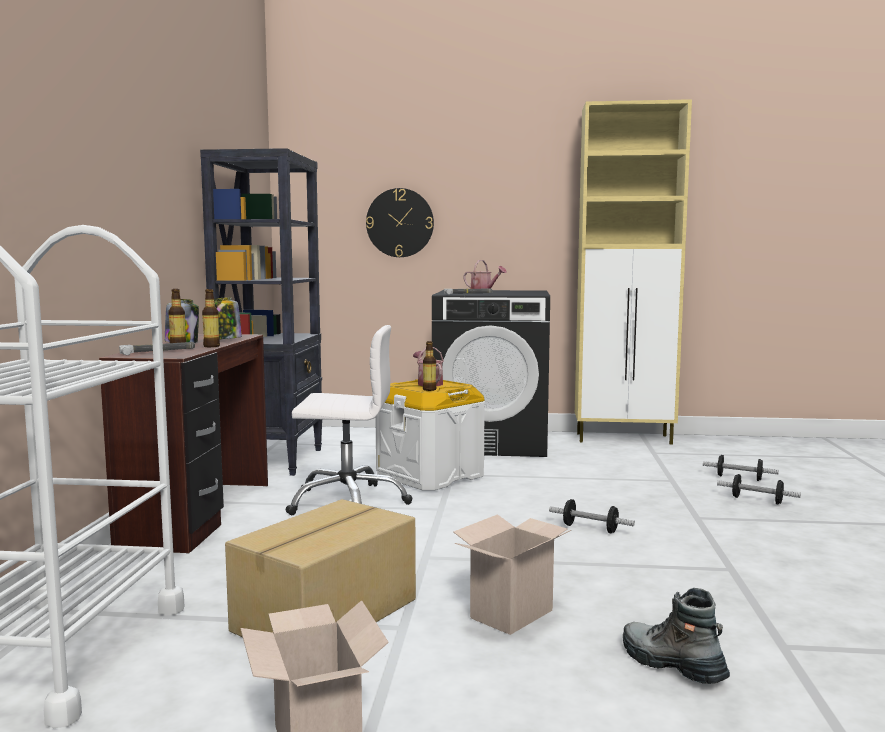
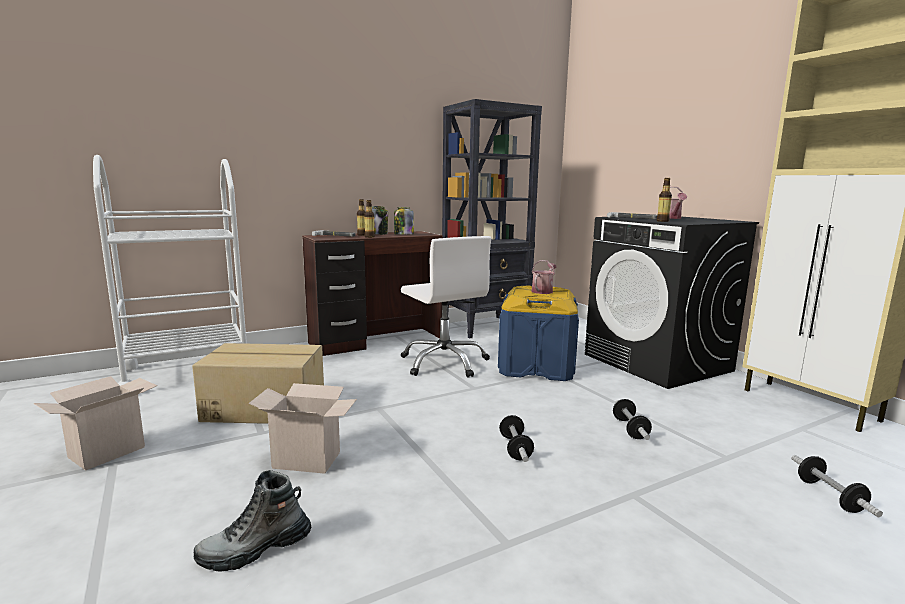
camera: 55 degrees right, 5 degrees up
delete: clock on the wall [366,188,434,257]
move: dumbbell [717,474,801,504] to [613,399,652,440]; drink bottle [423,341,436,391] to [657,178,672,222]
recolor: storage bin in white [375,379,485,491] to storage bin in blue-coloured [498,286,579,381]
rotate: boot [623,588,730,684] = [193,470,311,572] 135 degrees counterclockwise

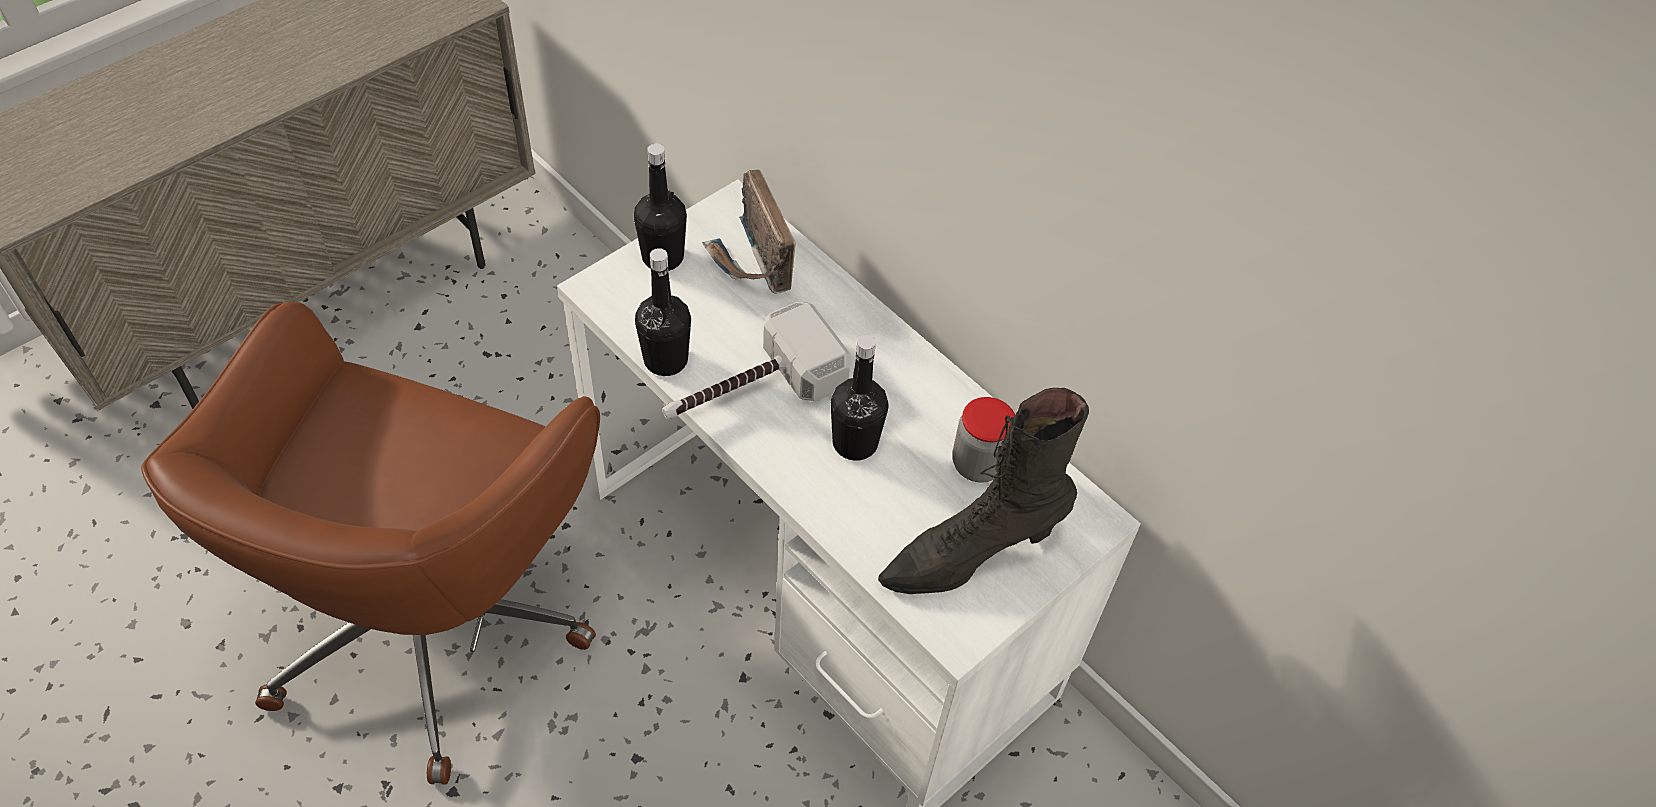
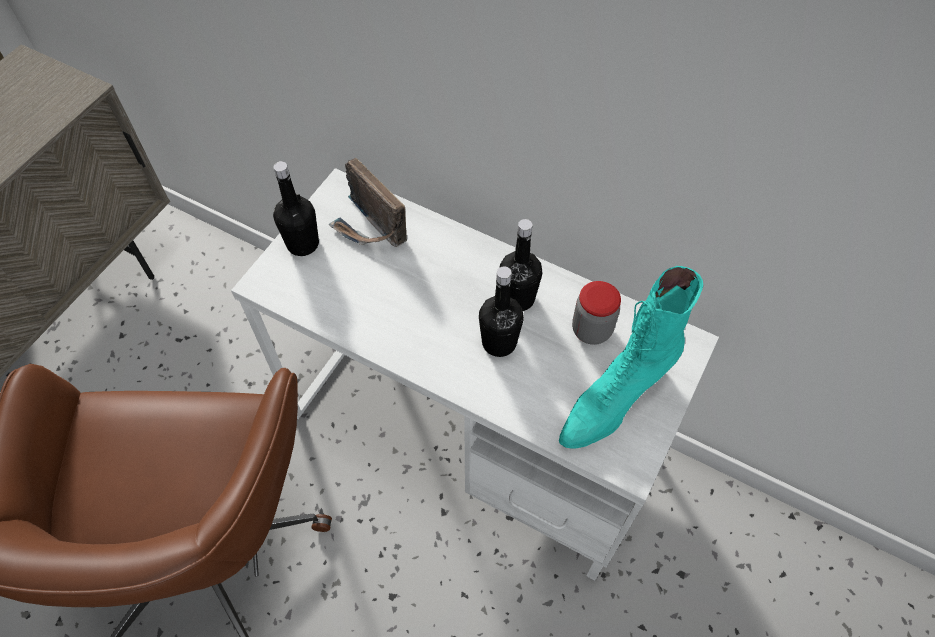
camera: 15 degrees left, 5 degrees up
delete: tool hammer [662,302,851,419]
move: drink bottle in blackish [635,248,691,376] to [499,219,542,311]
recolor: boot in blackish [878,388,1089,594] to boot in turquoise-coloured [559,266,703,449]

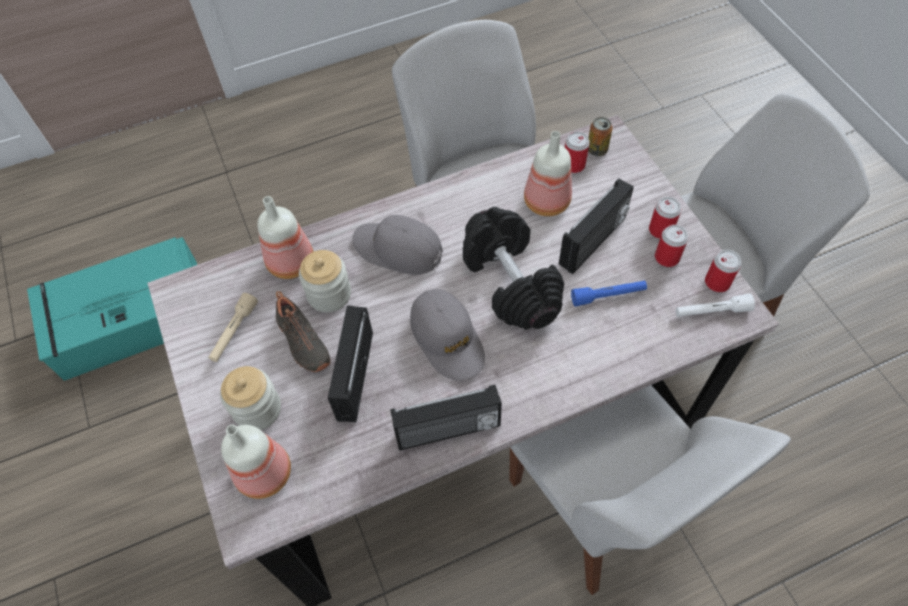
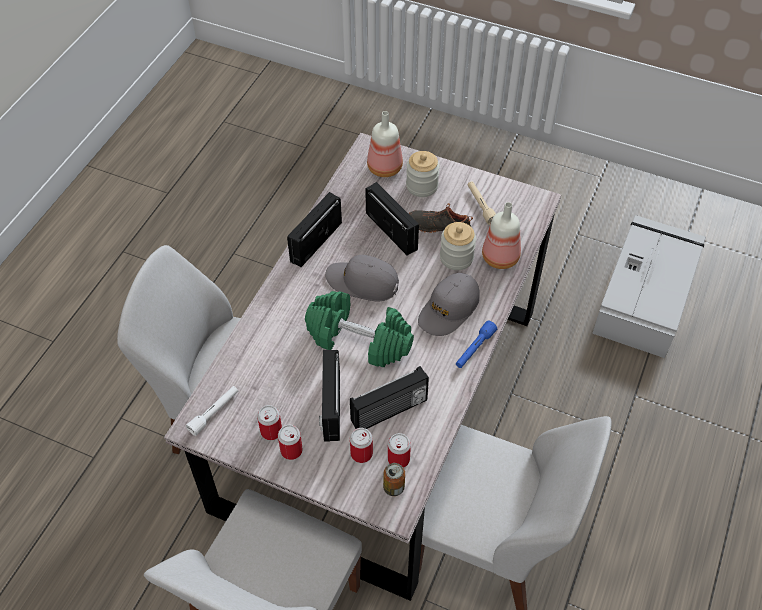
camera: 135 degrees right, 5 degrees down
move: can [705,250,741,292] to [350,428,373,463]; flashlight in blue-coloured [571,281,647,307] to [456,320,497,368]
replace: drink bottle [524,131,572,216] to radio [350,366,429,429]
recolor: dumbbell in blackish [463,207,564,330] to dumbbell in green-coloured [305,291,414,367]; storage bin in turquoise-coloured [27,237,197,381] to storage bin in greyish [592,215,706,358]
rotate: baseball cap in greyish [352,215,443,275] = [418,273,480,336] 150 degrees clockwise

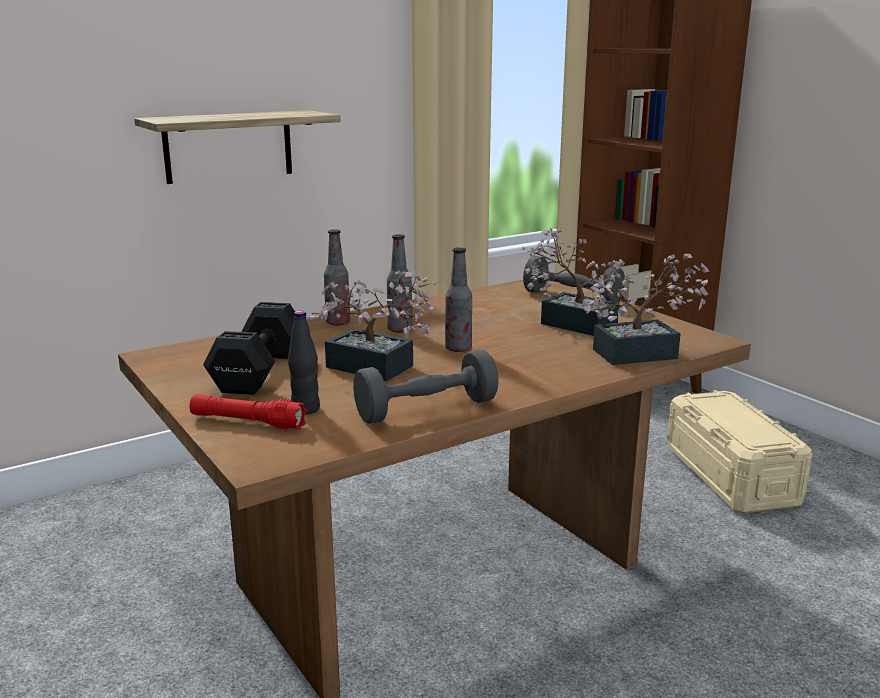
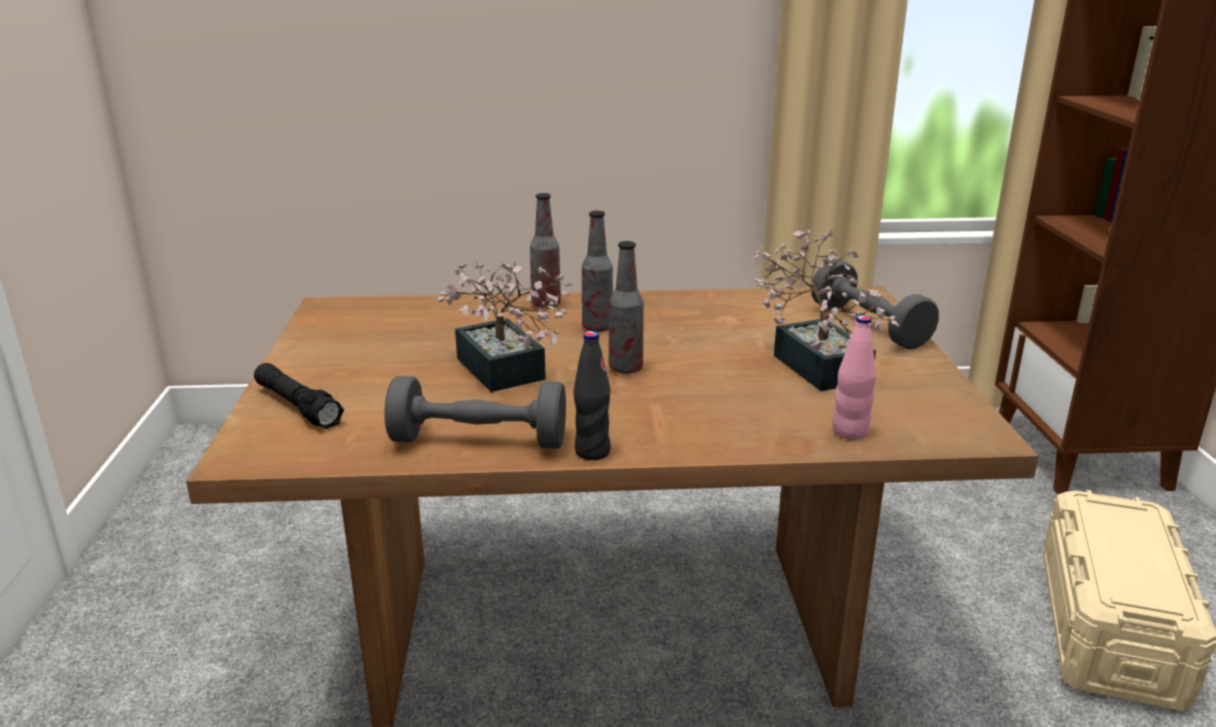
camera: 30 degrees right, 5 degrees up
delete: shelf [134,110,341,184]; dumbbell in blackish [203,302,295,395]
move: drink bottle in blackish [288,311,320,414] to [574,331,611,460]
replace: houseplant [584,254,709,365] to drink bottle in pink-coloured [833,315,876,440]
recolor: flashlight in red-coloured [189,394,307,430] to flashlight in blackish [254,363,344,429]

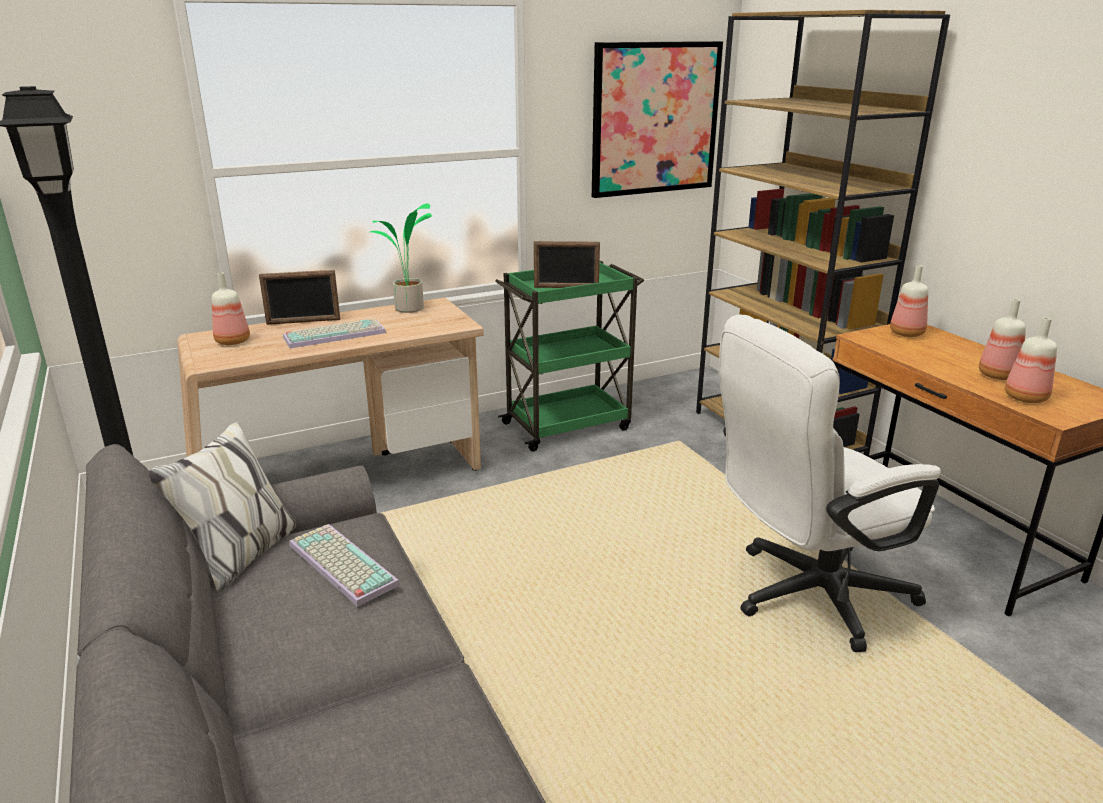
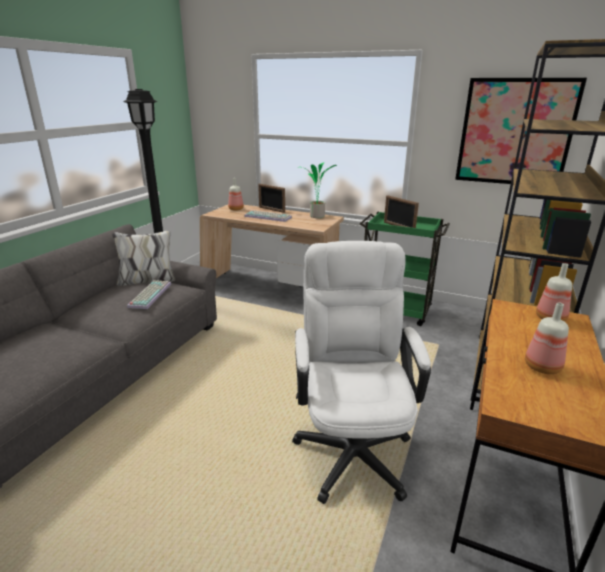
camera: 50 degrees right, 0 degrees up
delete: drink bottle [1005,317,1057,403]
rotate: computer chair in white [718,315,941,652] = [292,241,431,504] 60 degrees clockwise

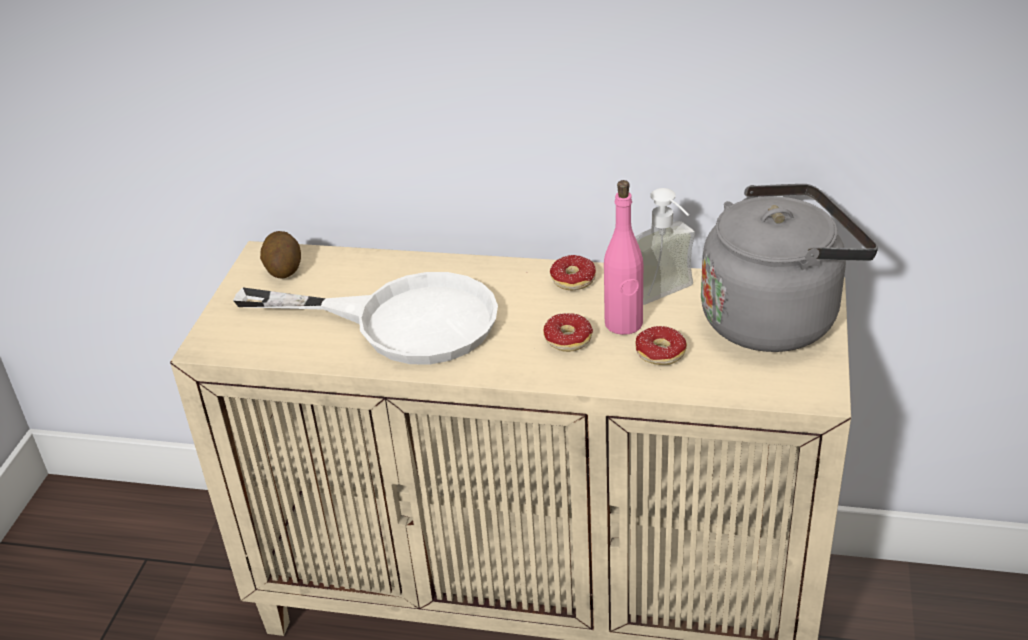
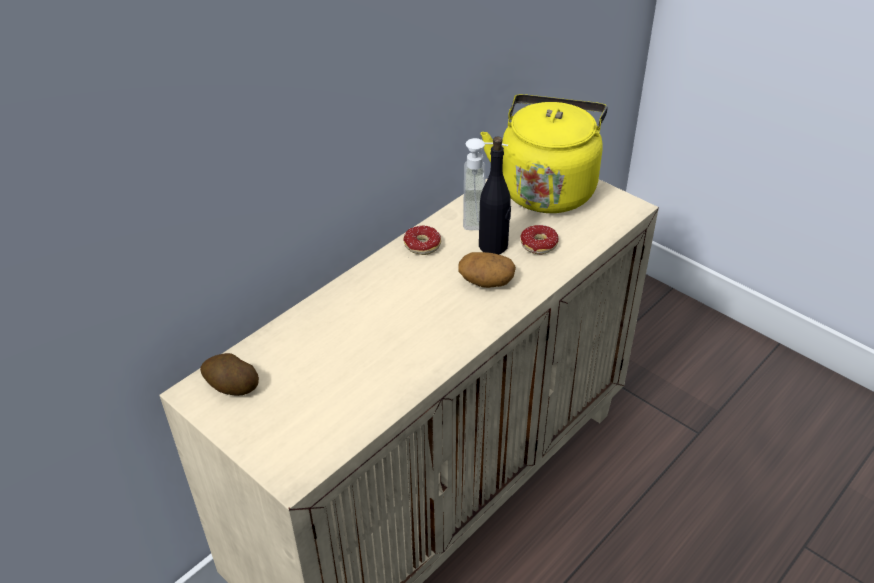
camera: 60 degrees left, 5 degrees up
delete: skillet in white [233,272,498,364]
replace: ring doughnut [543,313,593,352] to spud [458,252,516,288]
recolor: drink bottle in pink-coloured [604,180,643,335] to drink bottle in blackish [479,136,511,254]; water kettle in greyish [701,184,878,352] to water kettle in yellow-coloured [481,94,607,213]

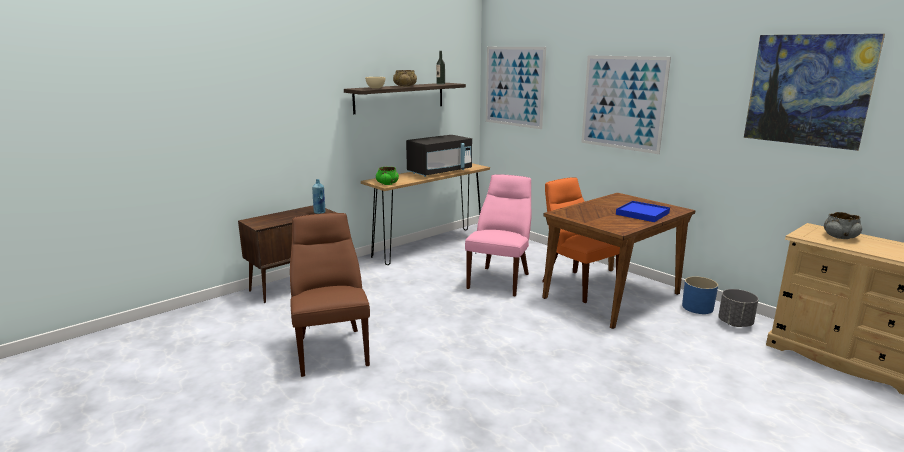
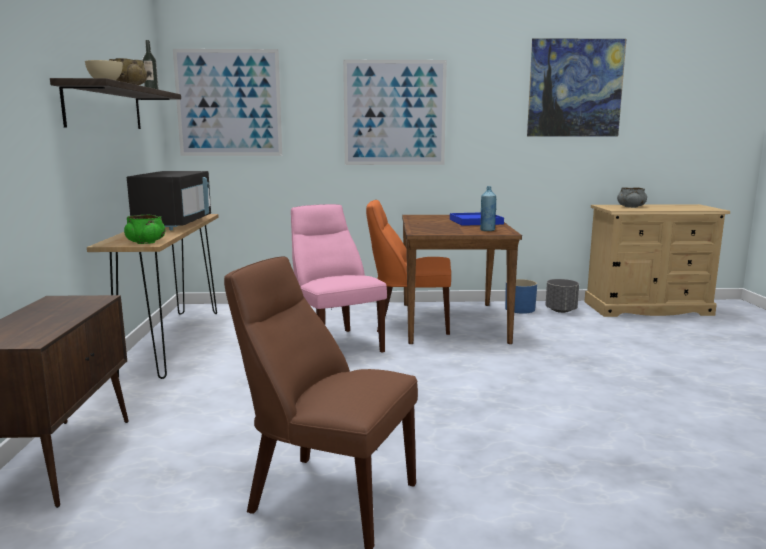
camera: 50 degrees left, 5 degrees down
move: drink bottle in blue-coloured [312,179,325,214] to [480,186,496,231]

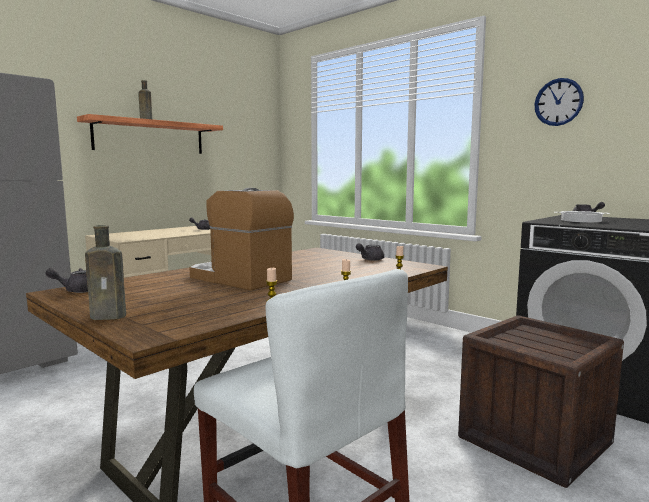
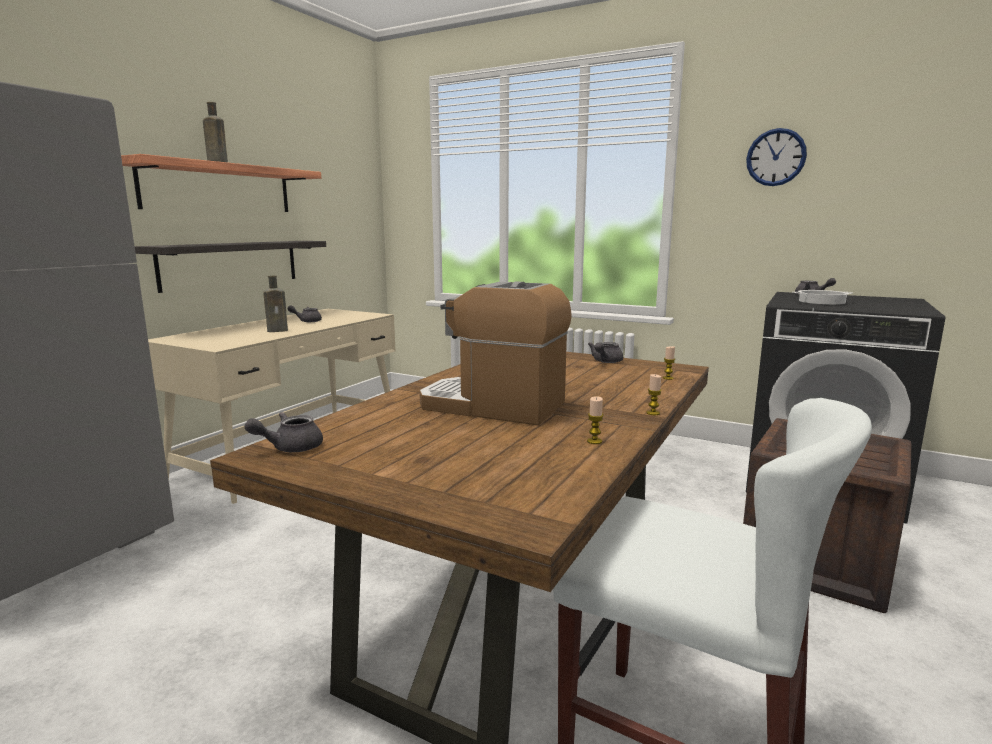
camera: 15 degrees left, 5 degrees up
insert: shelf [135,241,326,293]
move: drink bottle in brown [85,225,126,320] to [263,275,288,332]

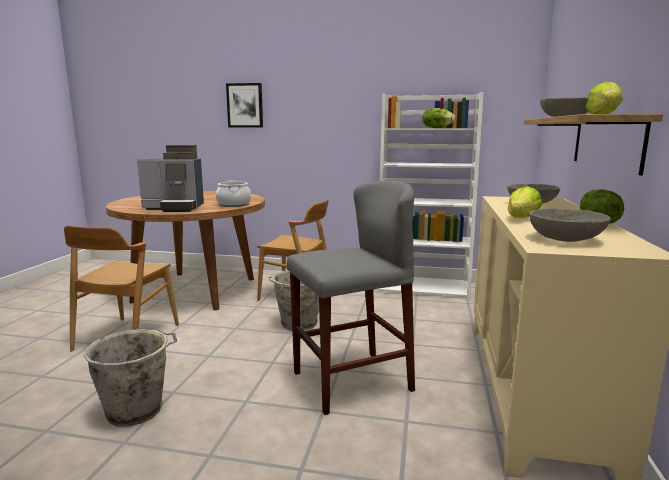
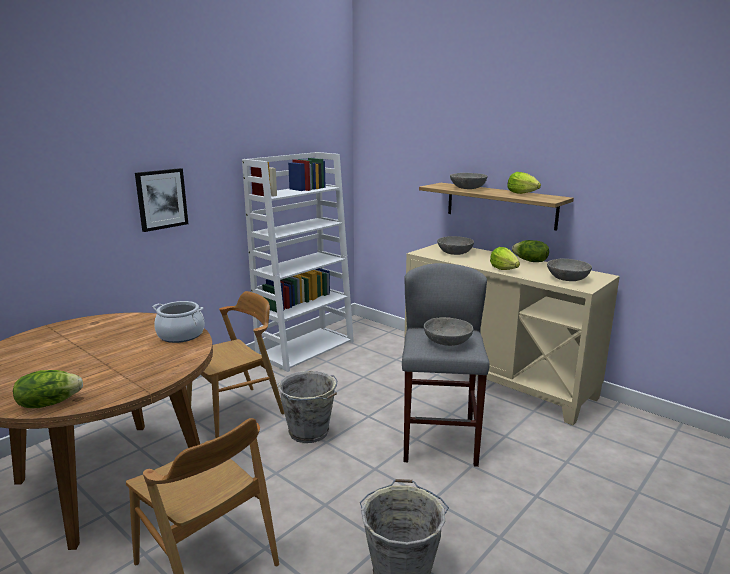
camera: 60 degrees left, 5 degrees up
delete: coffee machine [137,145,204,212]
insert: deep dish in greyish [424,317,473,346]
move: lettuce head [422,108,455,128] to [13,370,83,408]; picture [226,83,263,128] to [135,168,188,232]

